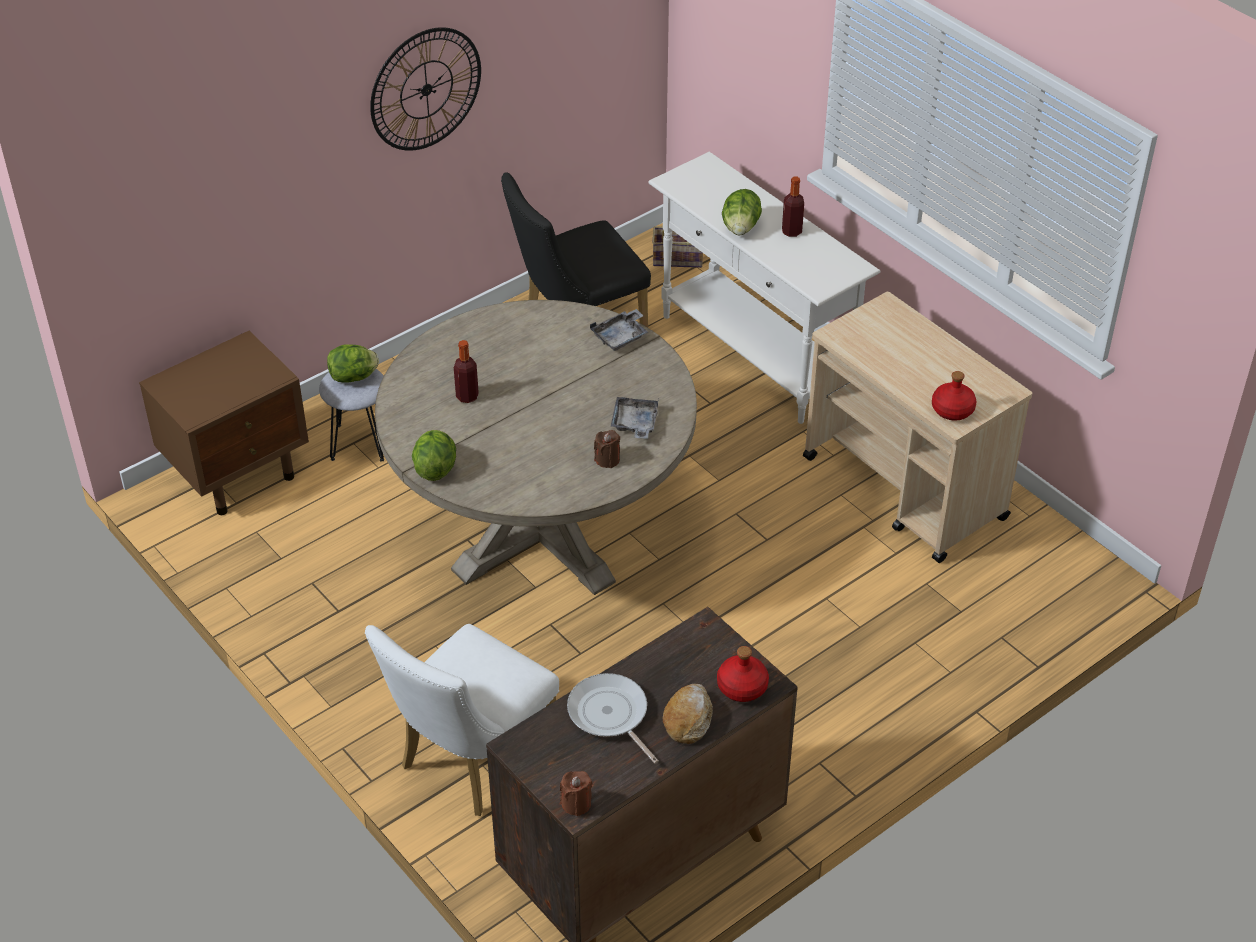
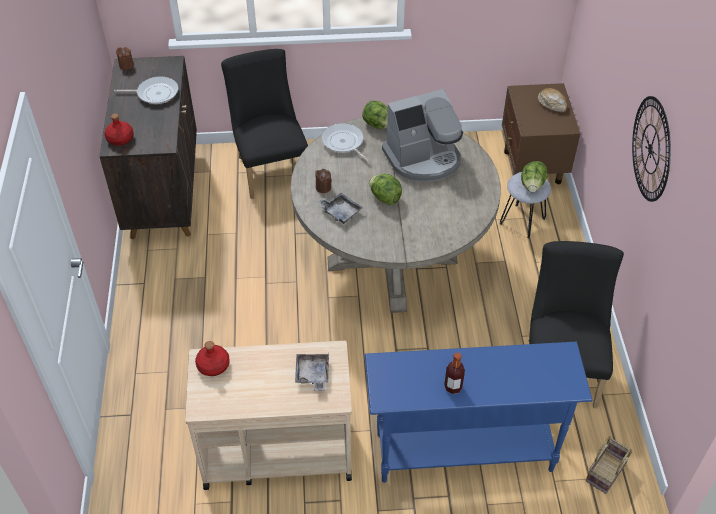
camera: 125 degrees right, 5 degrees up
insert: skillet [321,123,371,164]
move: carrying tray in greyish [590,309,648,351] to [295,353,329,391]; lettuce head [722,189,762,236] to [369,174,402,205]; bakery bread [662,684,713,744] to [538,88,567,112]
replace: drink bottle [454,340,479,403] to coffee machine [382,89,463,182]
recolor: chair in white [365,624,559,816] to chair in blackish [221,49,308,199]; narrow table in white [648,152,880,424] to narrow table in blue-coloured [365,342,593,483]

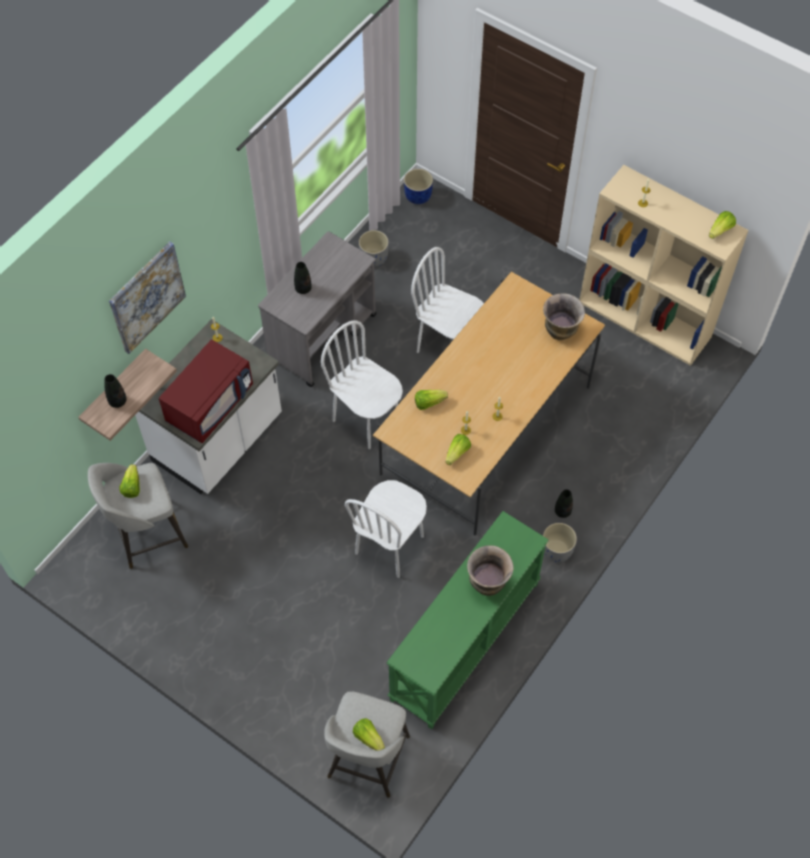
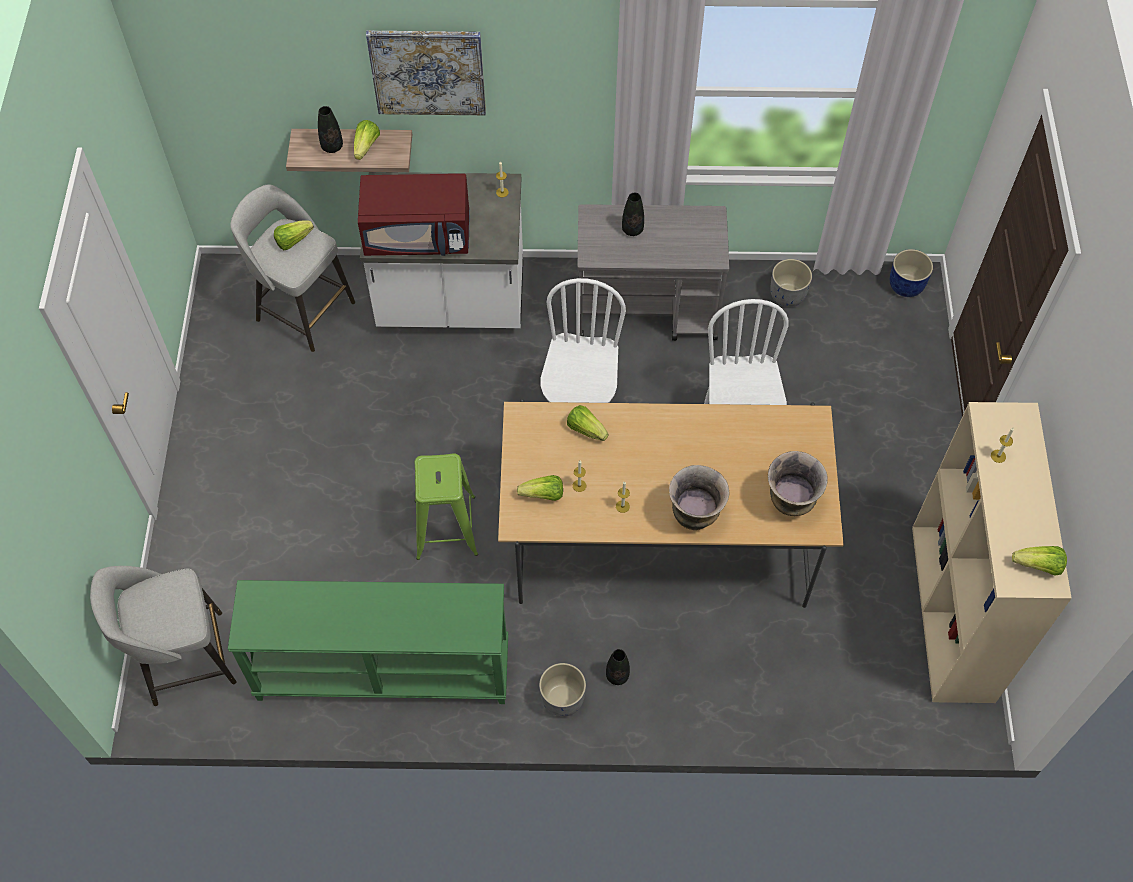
camera: 55 degrees right, 0 degrees up
move: lettuce head [353,718,385,751] to [354,120,380,160]; decorative vase [467,545,514,596] to [669,465,729,530]
replace: chair in white [345,480,427,578] to stool seat in green-coloured [414,453,478,560]

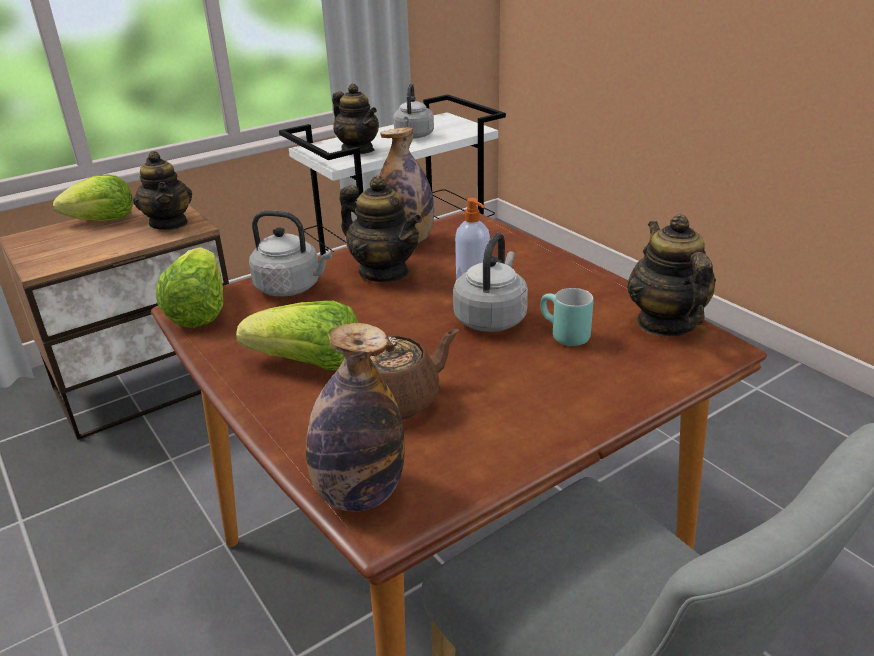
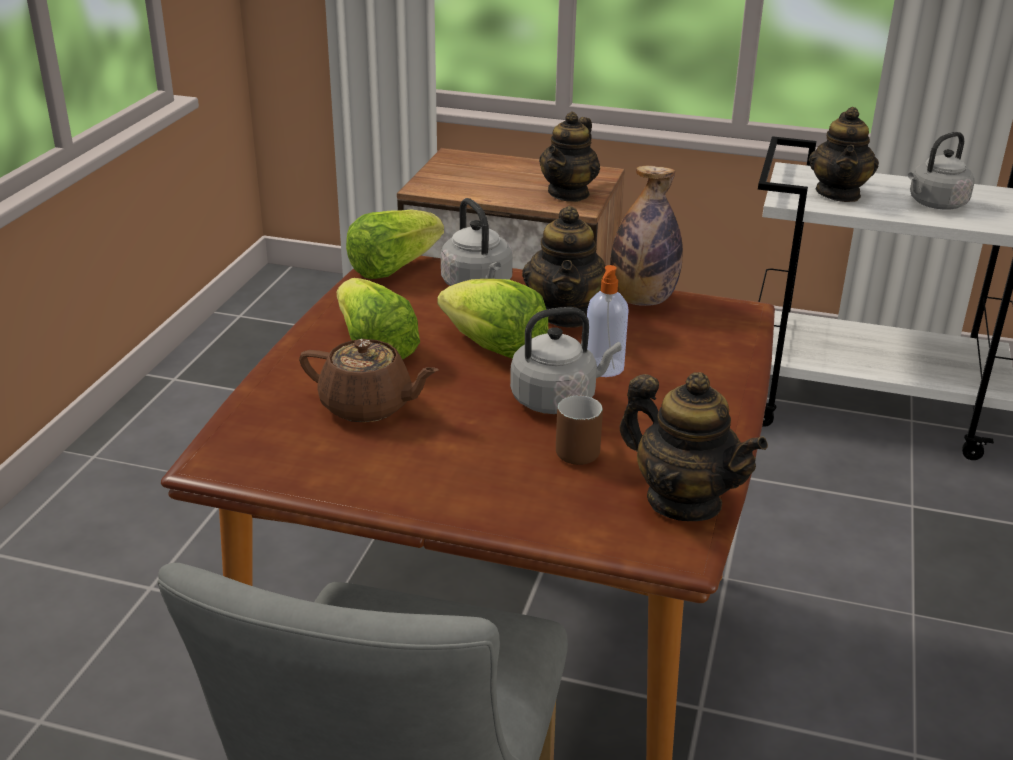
camera: 50 degrees right, 0 degrees up
delete: drink bottle [306,323,405,512]
move: lettuce head [53,174,133,221] to [437,279,549,359]
recolor: mug in turquoise-coloured [540,288,594,346] to mug in brown [556,395,603,465]
rotate: teapot [627,214,716,337] = [620,372,768,521] 90 degrees clockwise

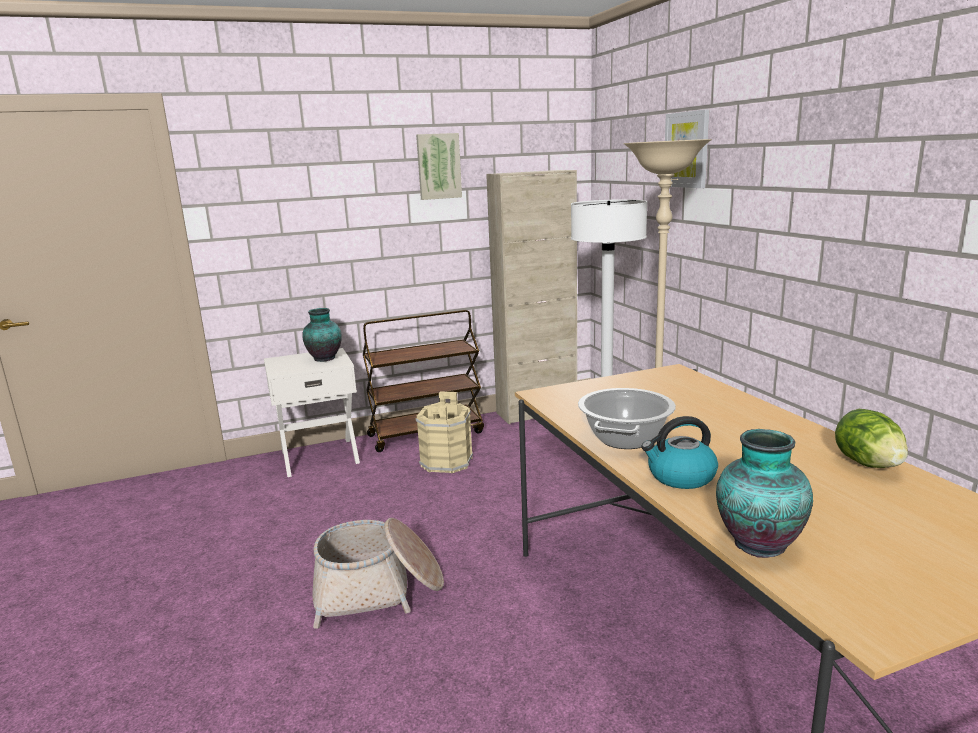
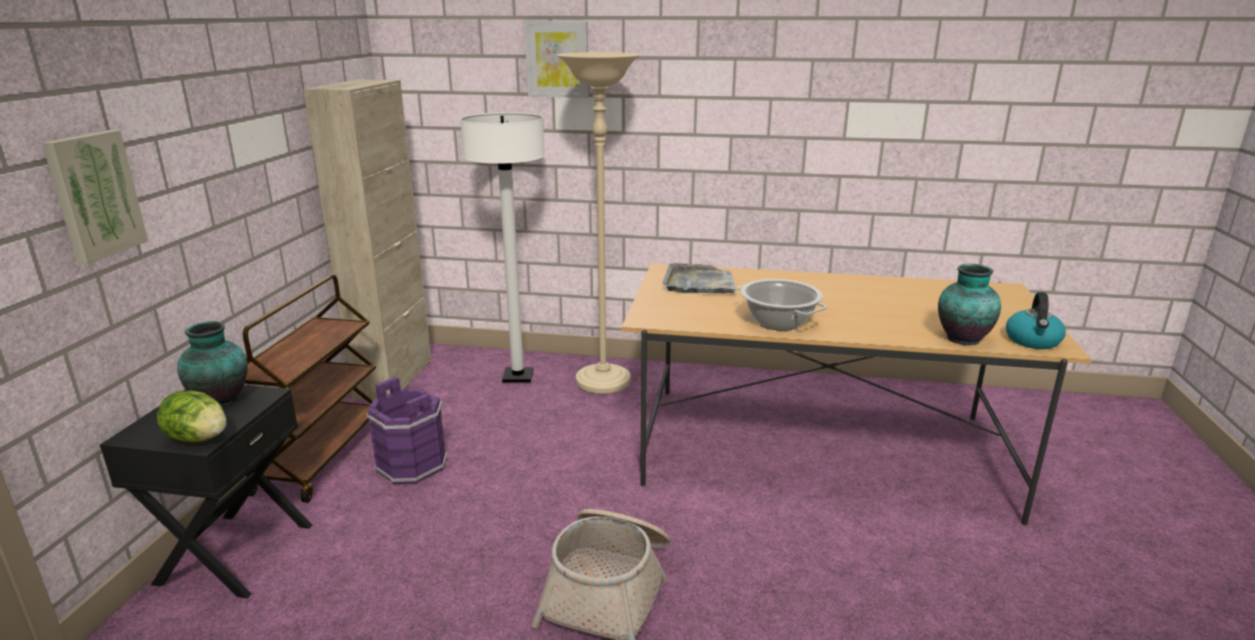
camera: 60 degrees left, 5 degrees up
insert: carrying tray in greyish [662,263,737,293]
move: picture [416,133,462,200] to [42,130,148,264]; lettuce head [835,409,908,468] to [157,390,227,443]; water kettle [641,416,718,489] to [1006,292,1066,349]
recolor: bedside table in white [264,348,360,477] to bedside table in blackish [100,385,312,599]; pail in beige [415,392,473,473] to pail in purplish [367,377,448,485]

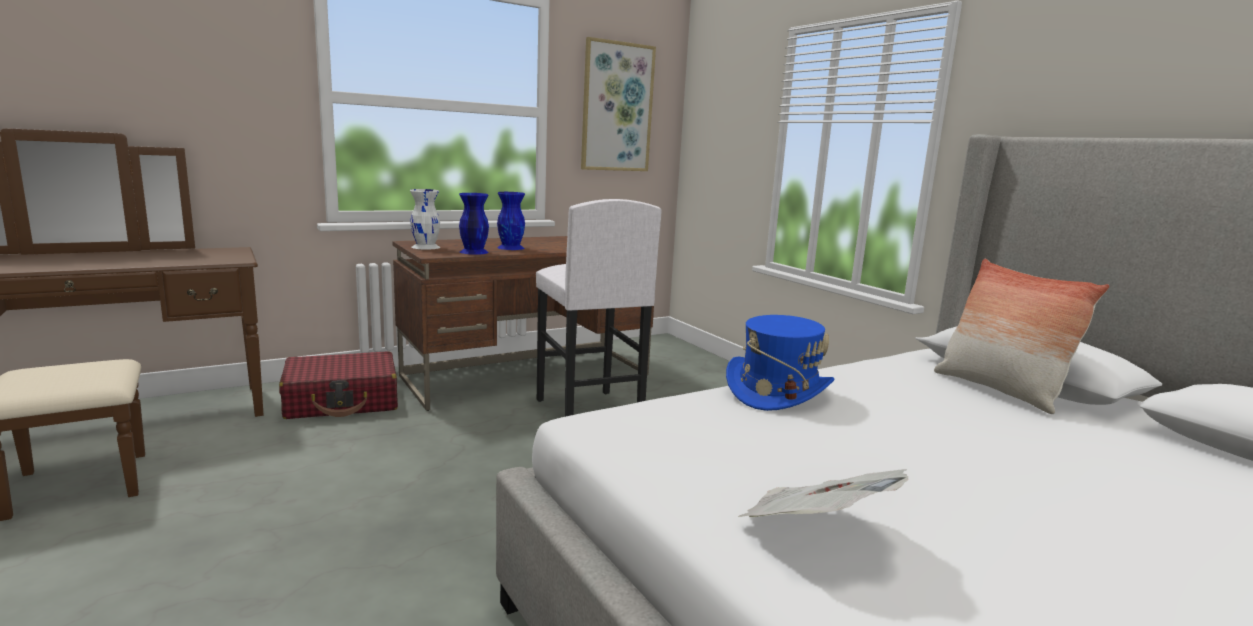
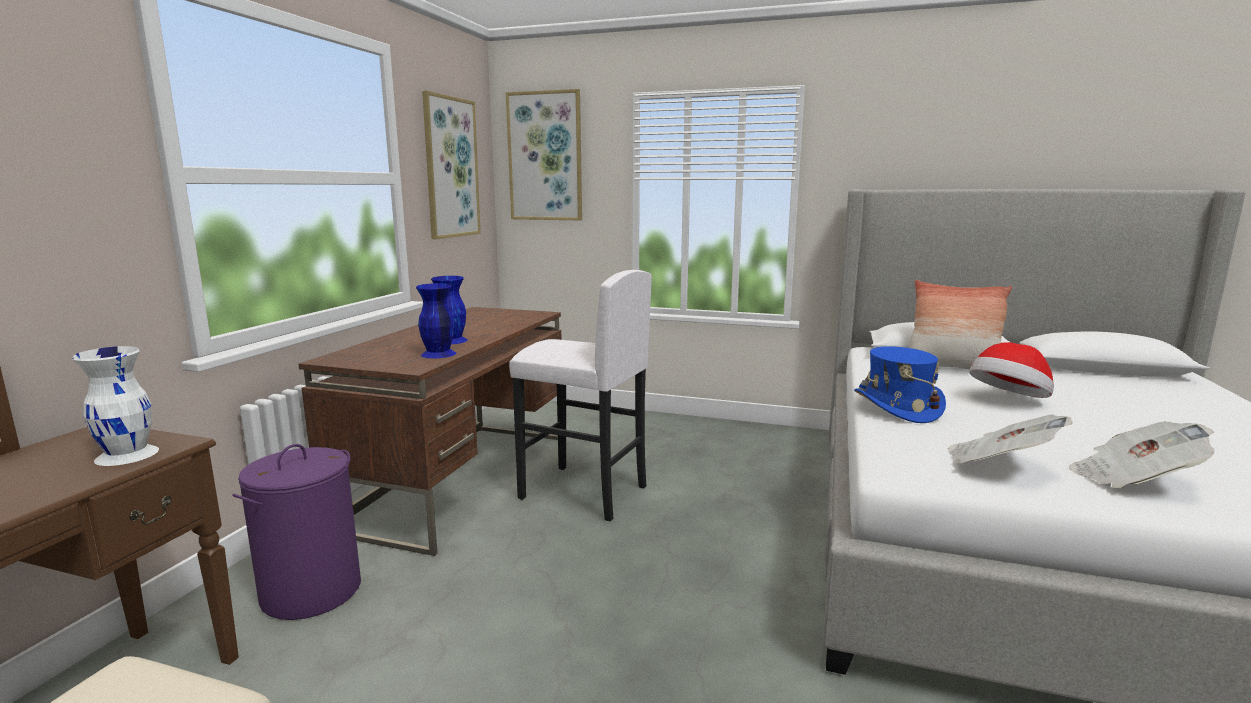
camera: 40 degrees left, 0 degrees up
insert: picture [506,89,582,220]; daily paper [947,414,1072,464]; hat [969,342,1054,398]
move: decorative vase in white [410,189,440,250] to [72,346,159,466]
replace: suitcase in red-coloured [279,351,398,419] to laundry basket in purplish [232,444,361,620]

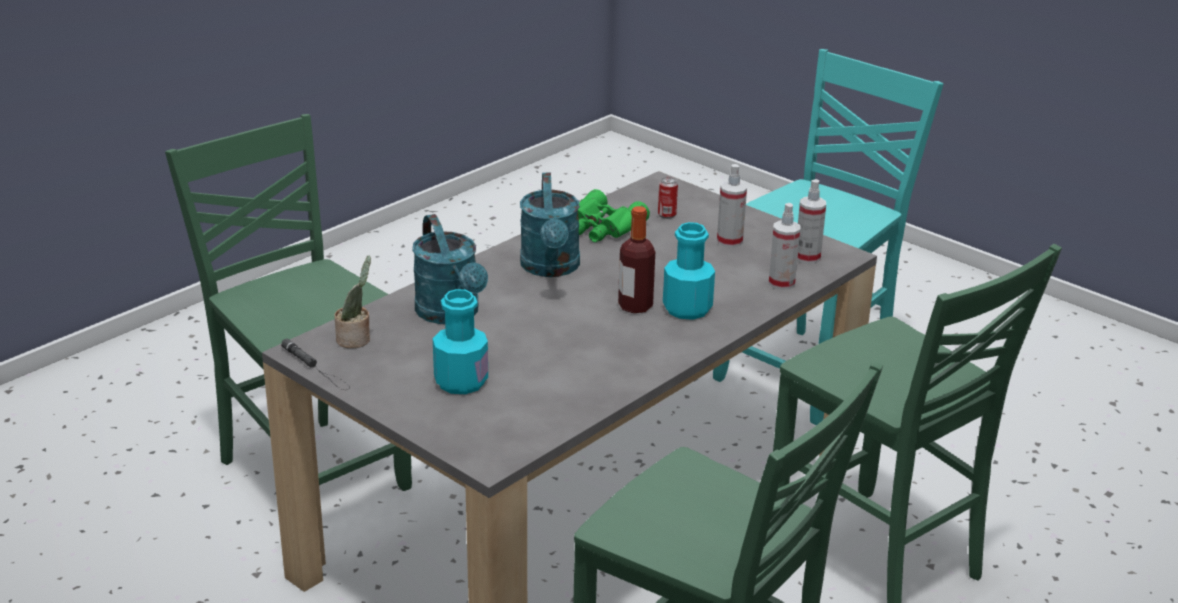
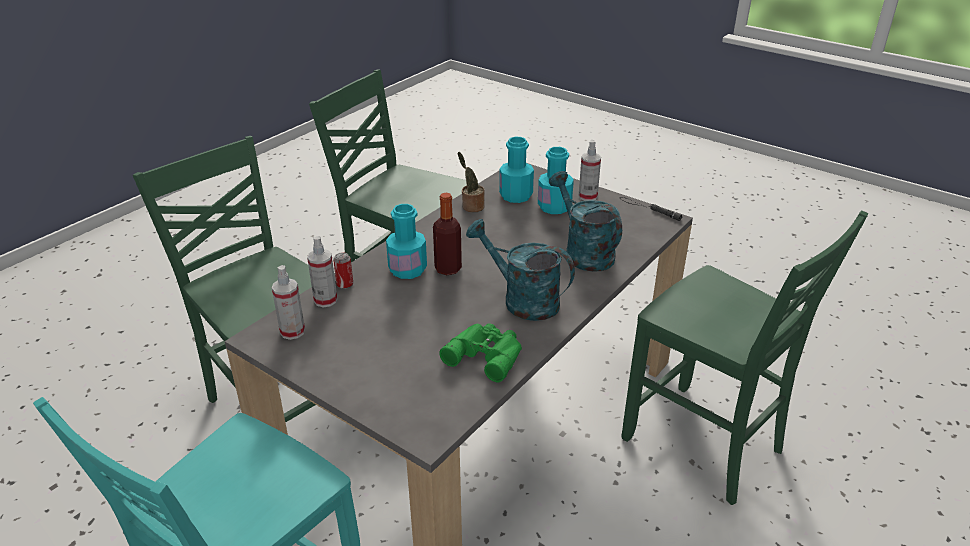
camera: 175 degrees right, 5 degrees up
insert: drink bottle in turquoise-coloured [499,137,534,203]
move: can [658,177,678,219] to [333,252,353,289]; houseplant [334,256,371,348] to [458,152,484,212]; hand sprayer [717,164,747,248] to [579,140,601,201]
rotate: sprinkling can in turquoise-coloured [520,173,580,277] = [466,219,575,321] 45 degrees counterclockwise

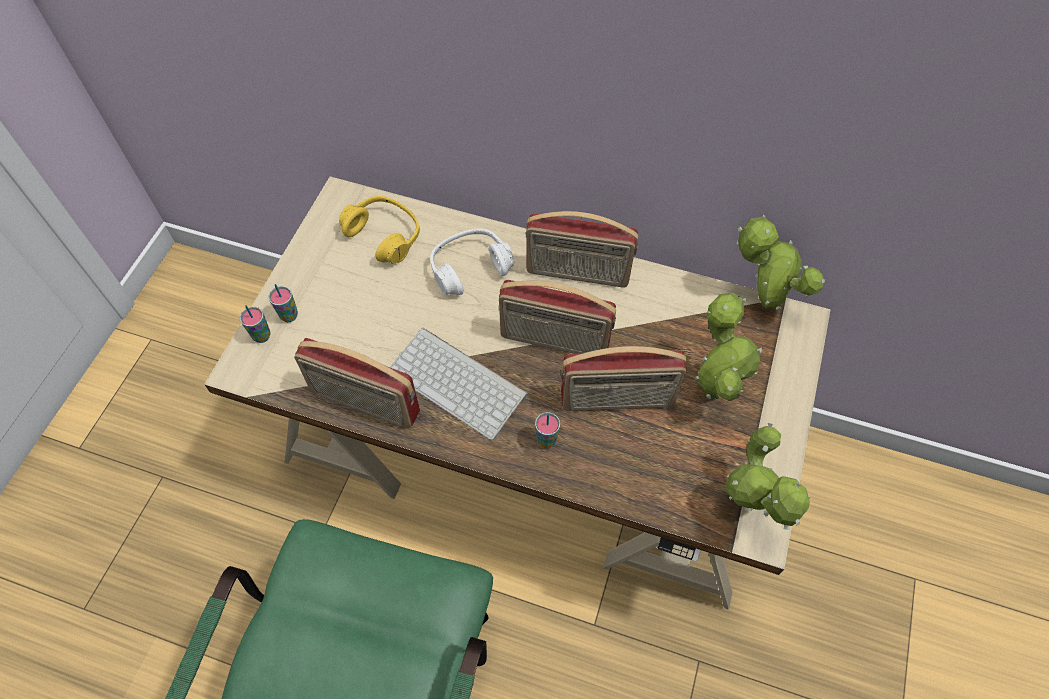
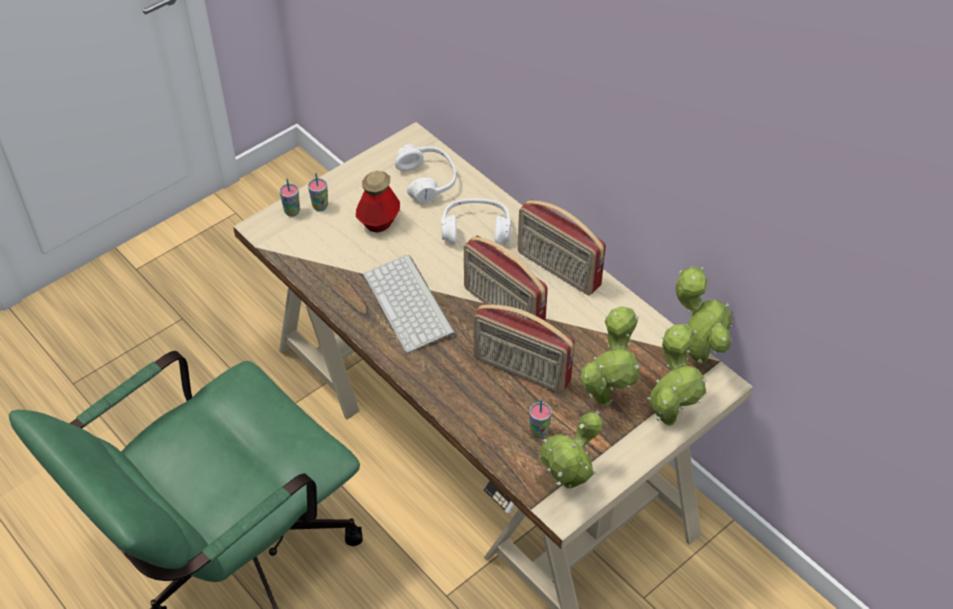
camera: 30 degrees right, 10 degrees down
delete: radio [294,338,420,429]
insert: drink bottle [356,171,400,233]; houseplant [647,324,707,426]
move: cup [535,412,560,448] to [529,400,552,438]
recolor: headphones in yellow-coloured [339,196,420,264] to headphones in white [395,145,456,203]

